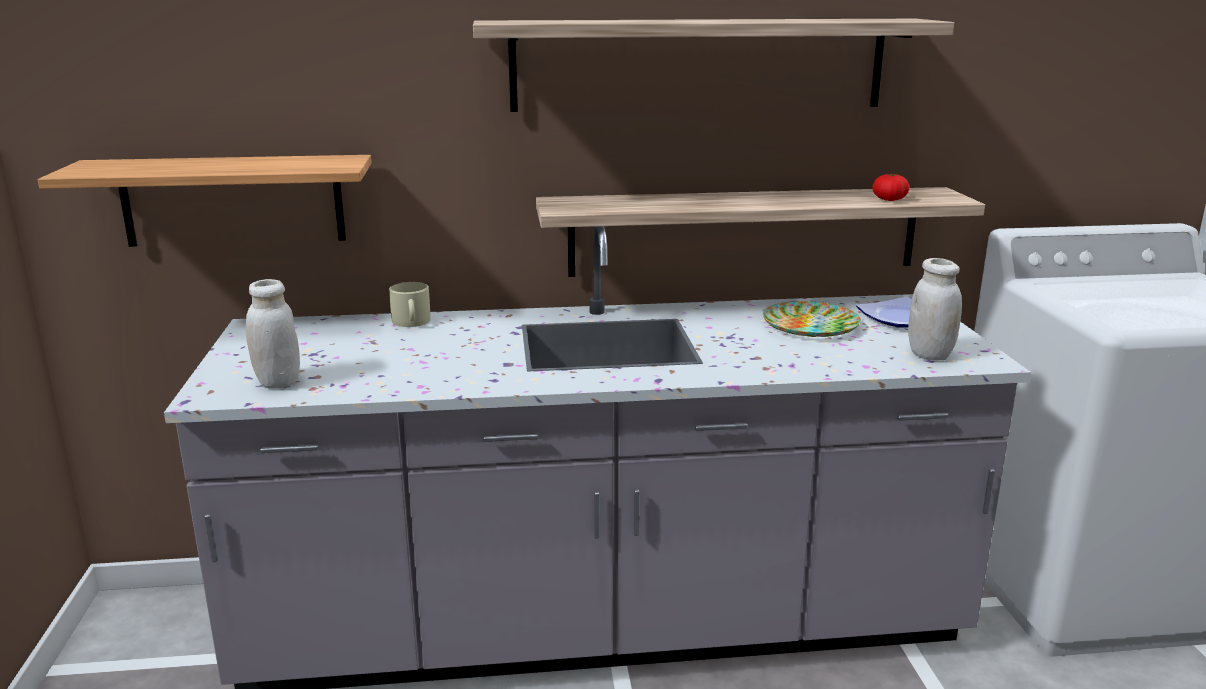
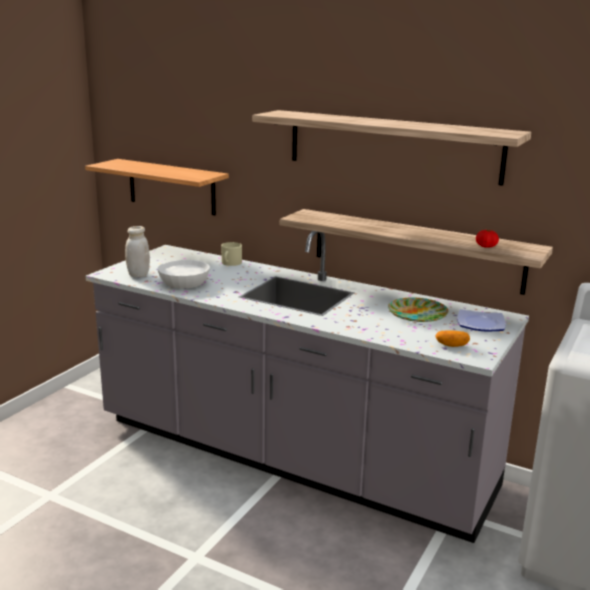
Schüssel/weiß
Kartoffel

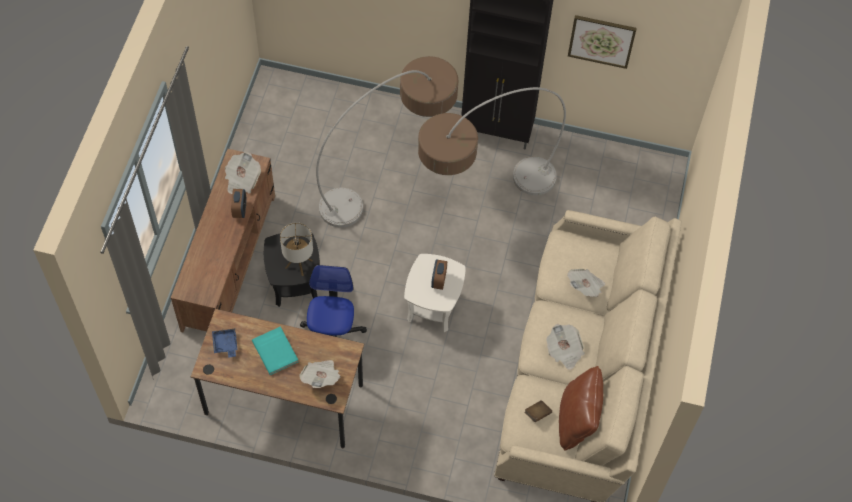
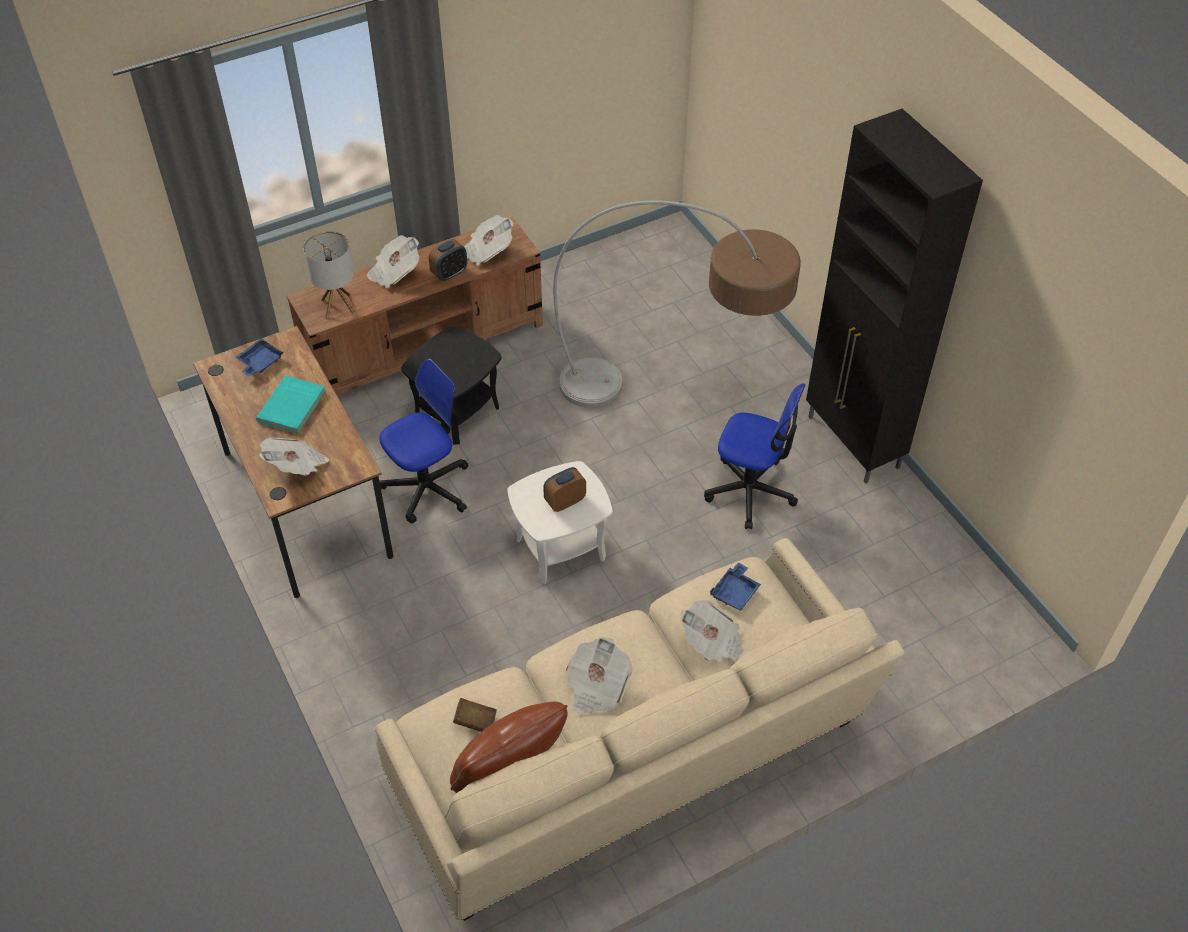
Bild
Zeitung (2nd from left)
Tablett/blau (2nd from left)
Tischlampe
Bürostuhl (2nd from left)

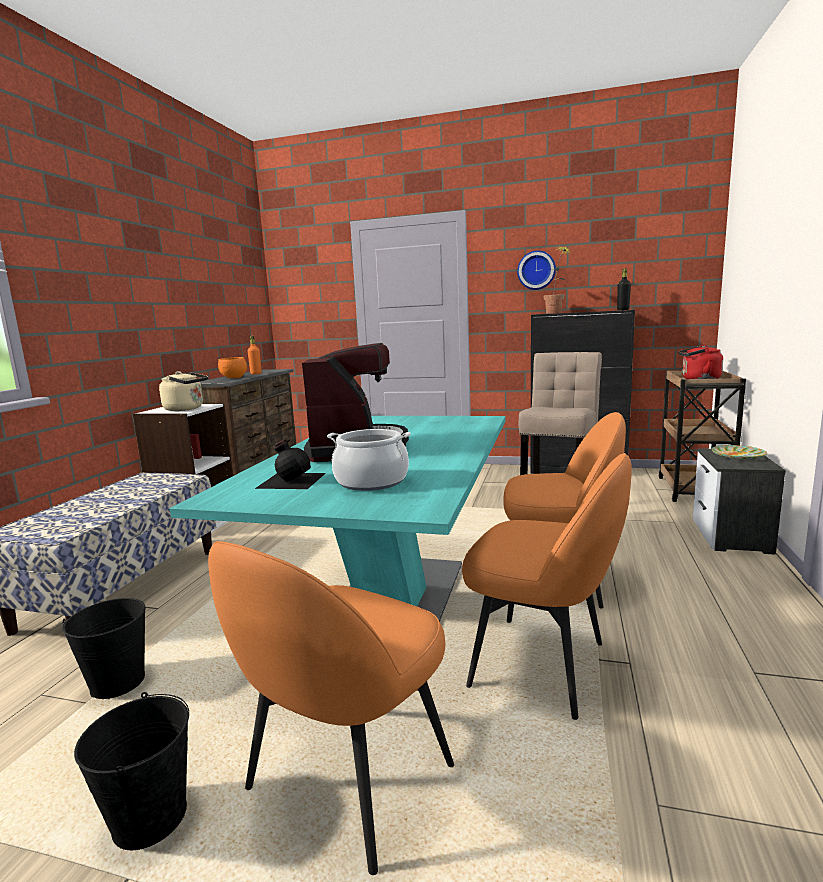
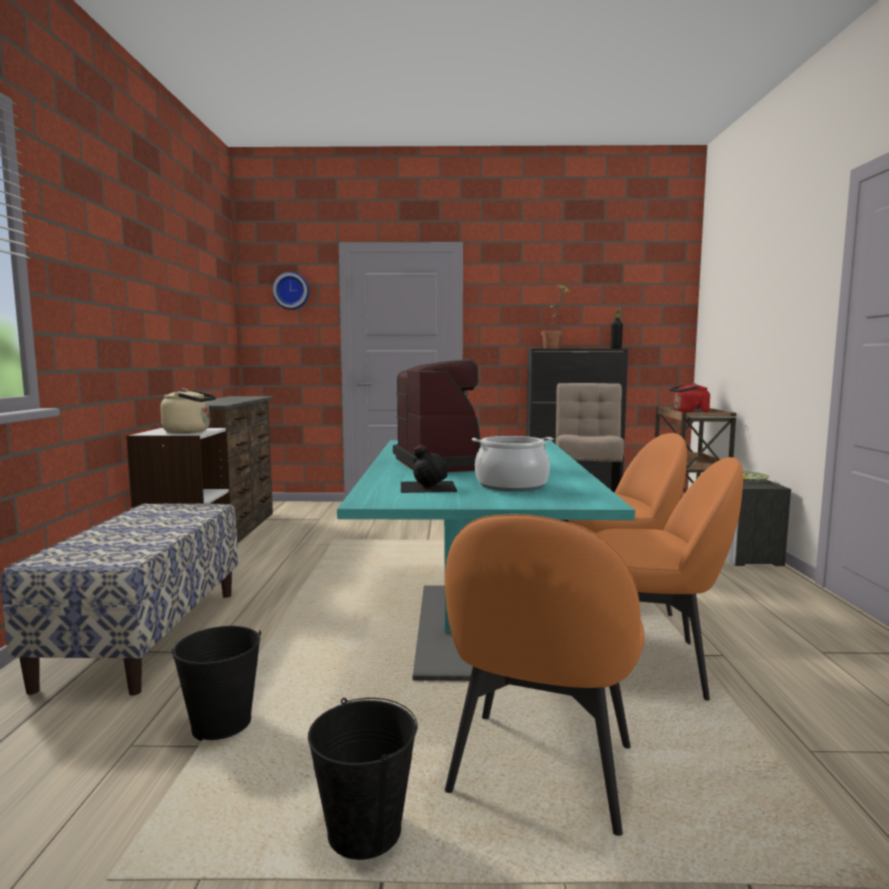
Schüssel/orange
Flasche/orange
Wanduhr

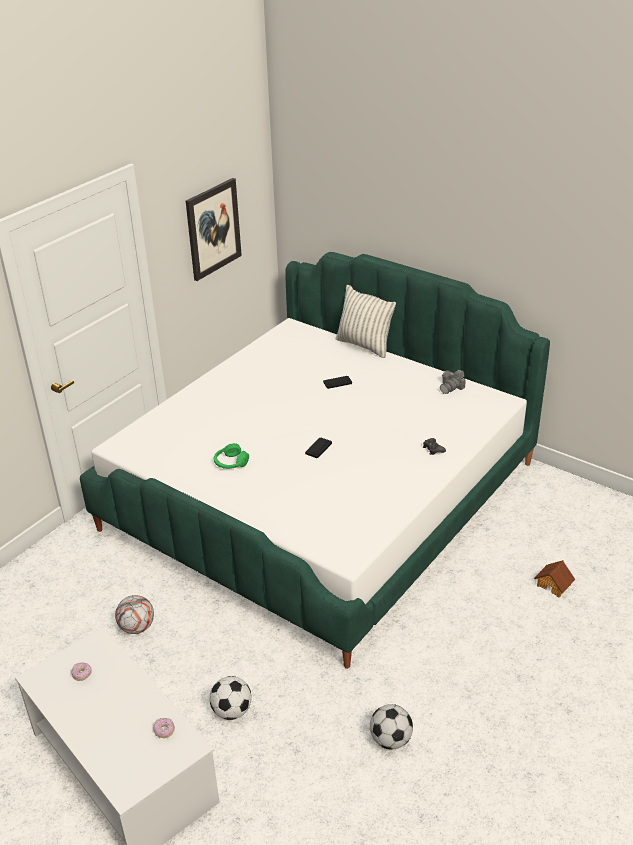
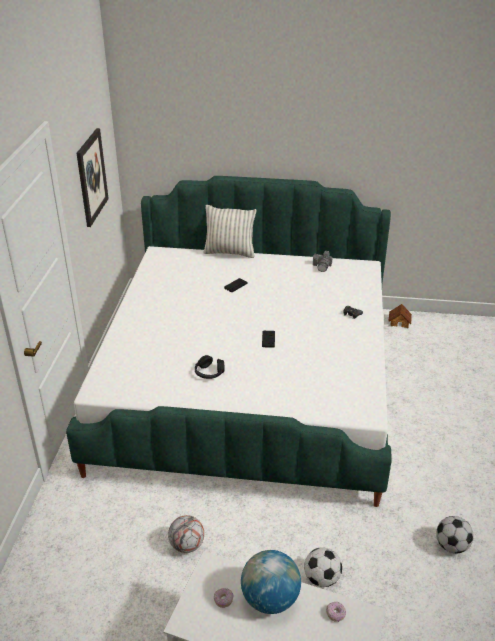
Globus
Spielzeughaus
Kopfhörer/schwarz

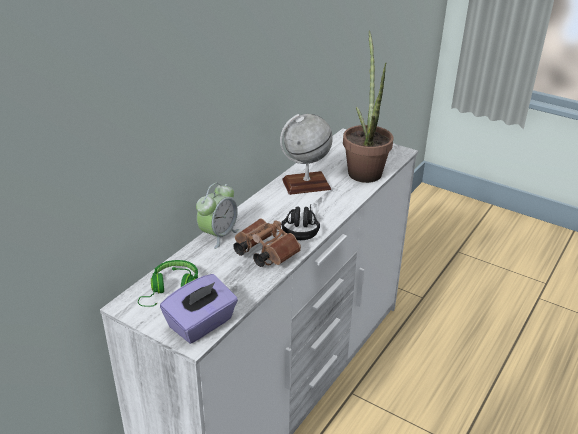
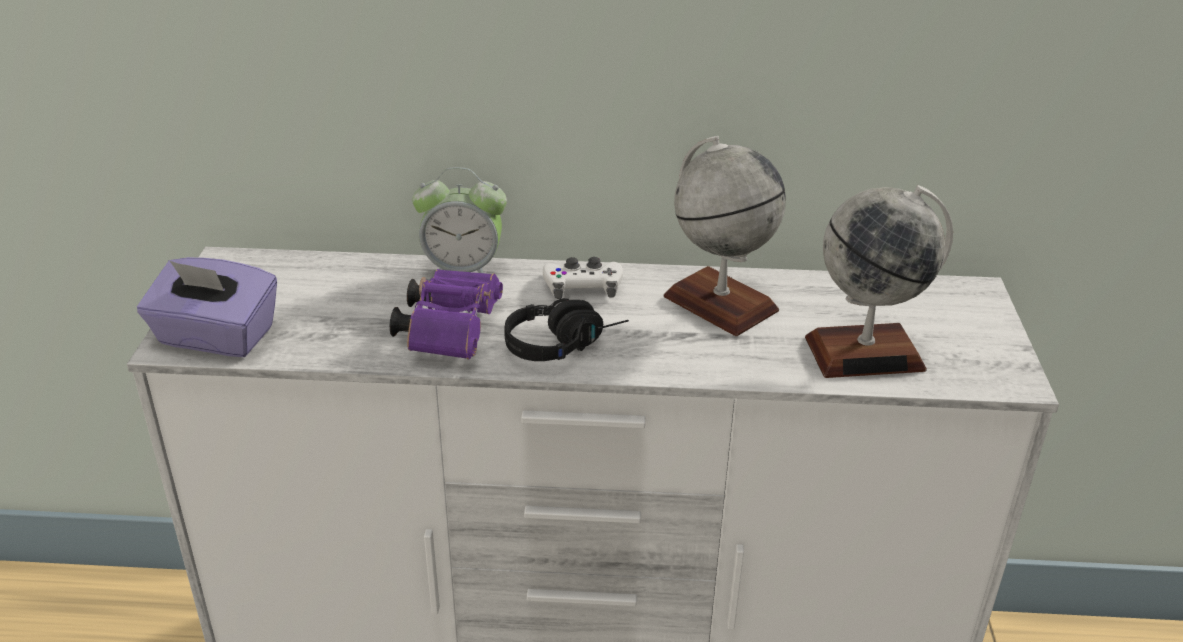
Kopfhörer/grün
Gamepad/weiß
Globus (2nd from left)
Fernglas/lila

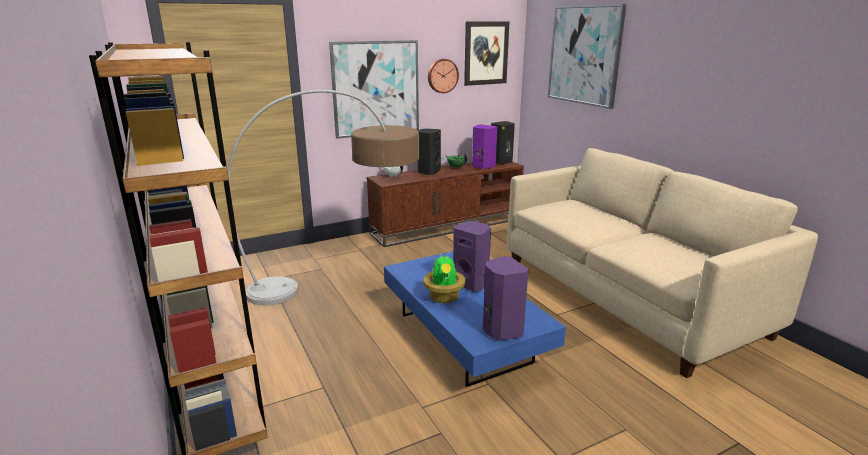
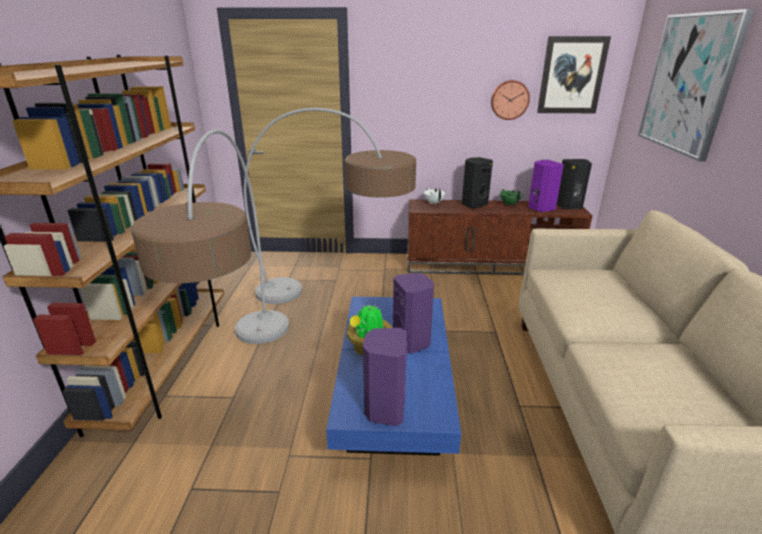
Bild (1st from left in the first image)
Stehlampe (1st from left)

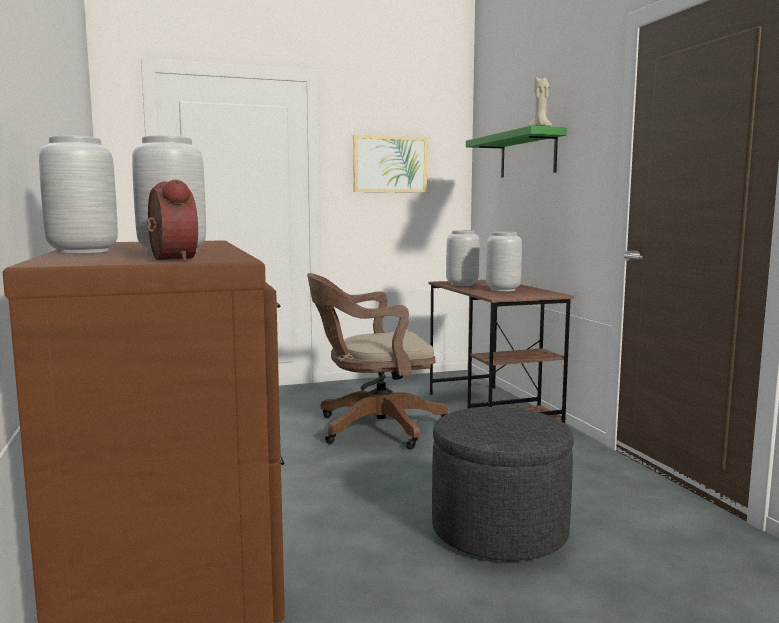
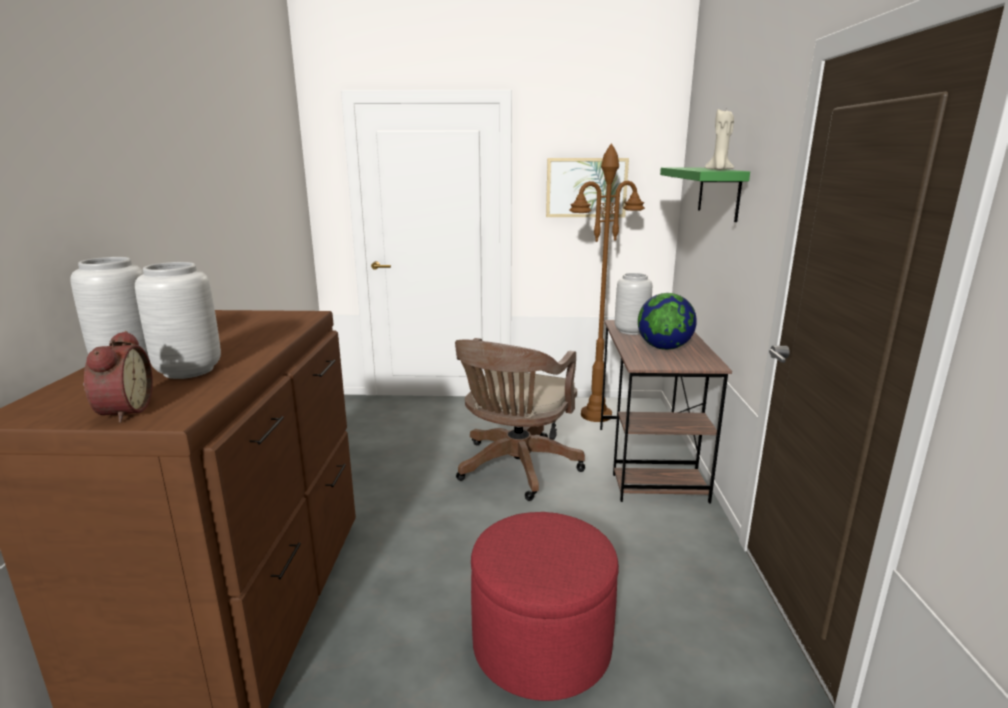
Stehlampe/braun
Globus
Polsterhocker/rot
Bürostuhl/braun

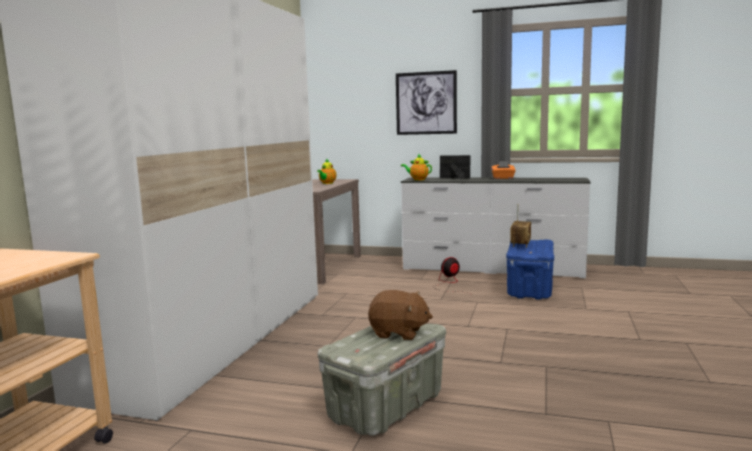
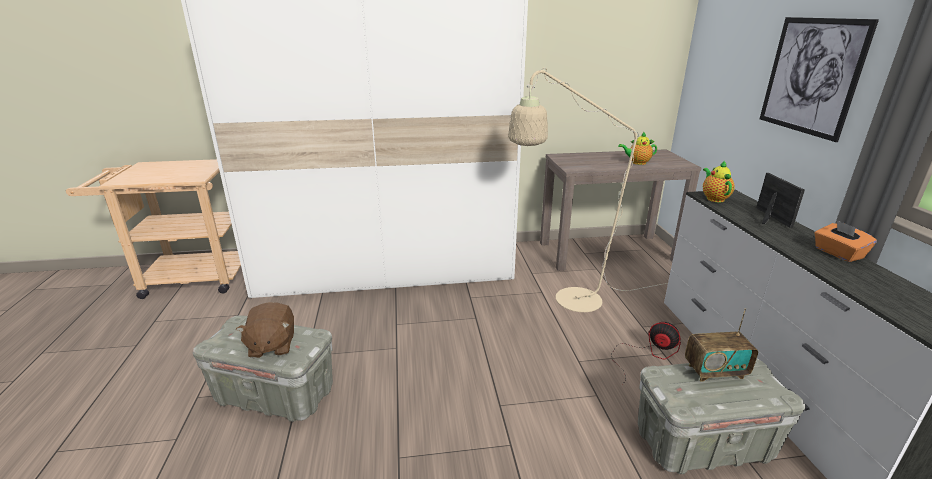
Stehlampe/beige
Aufbewahrungsbox/grau (2nd from left)

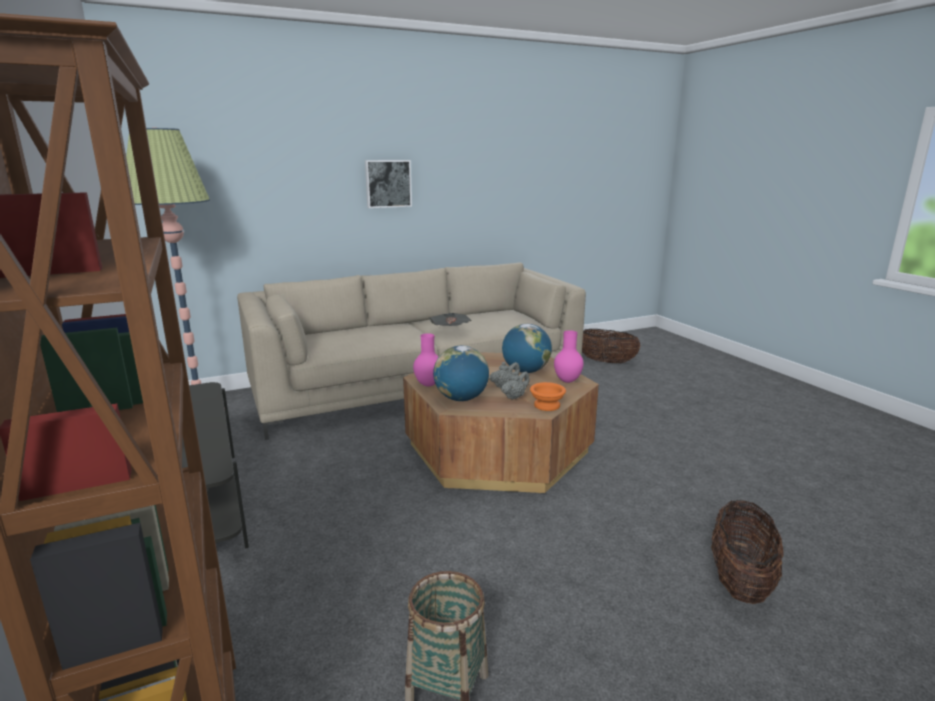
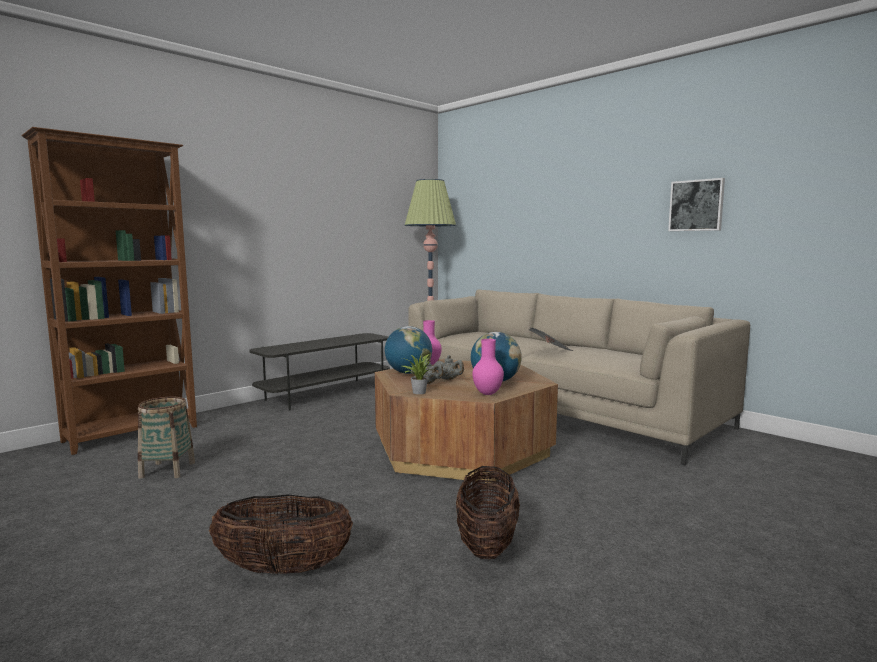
Bild
Korb (3rd from left)
Topfpflanze

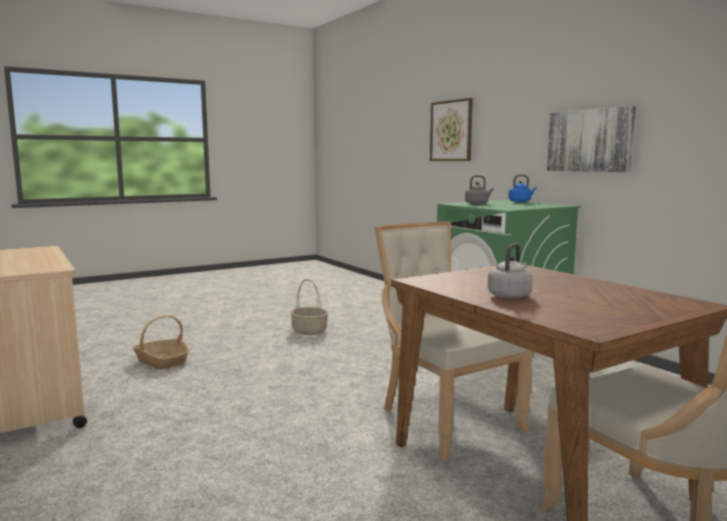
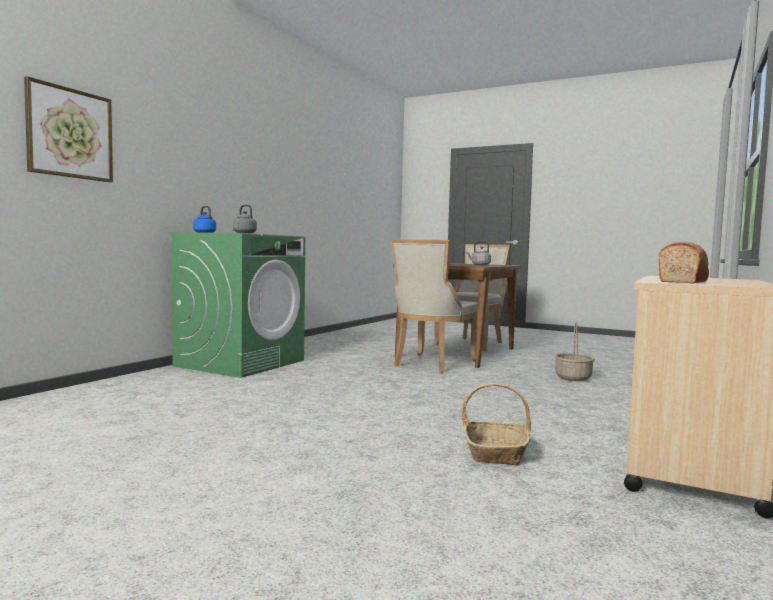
Bild (2nd from left in the first image)
Brot
Korb (2nd from left)

